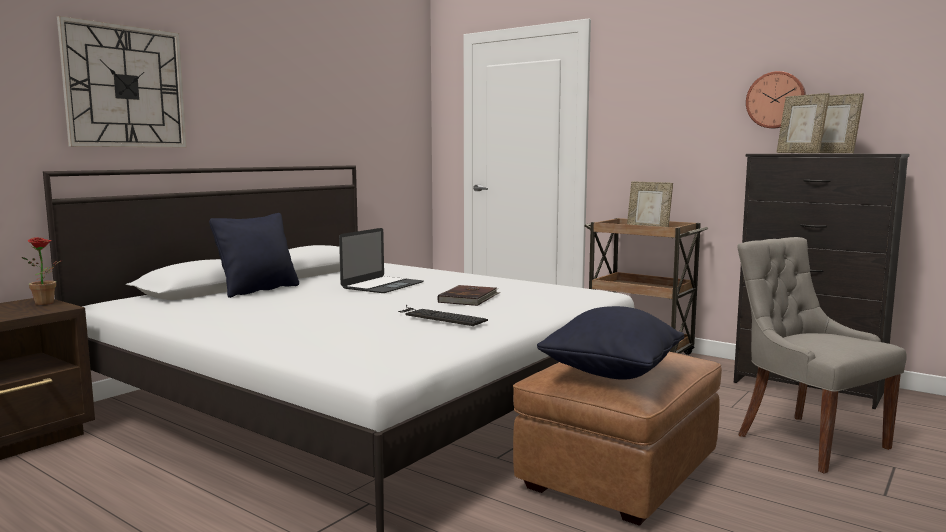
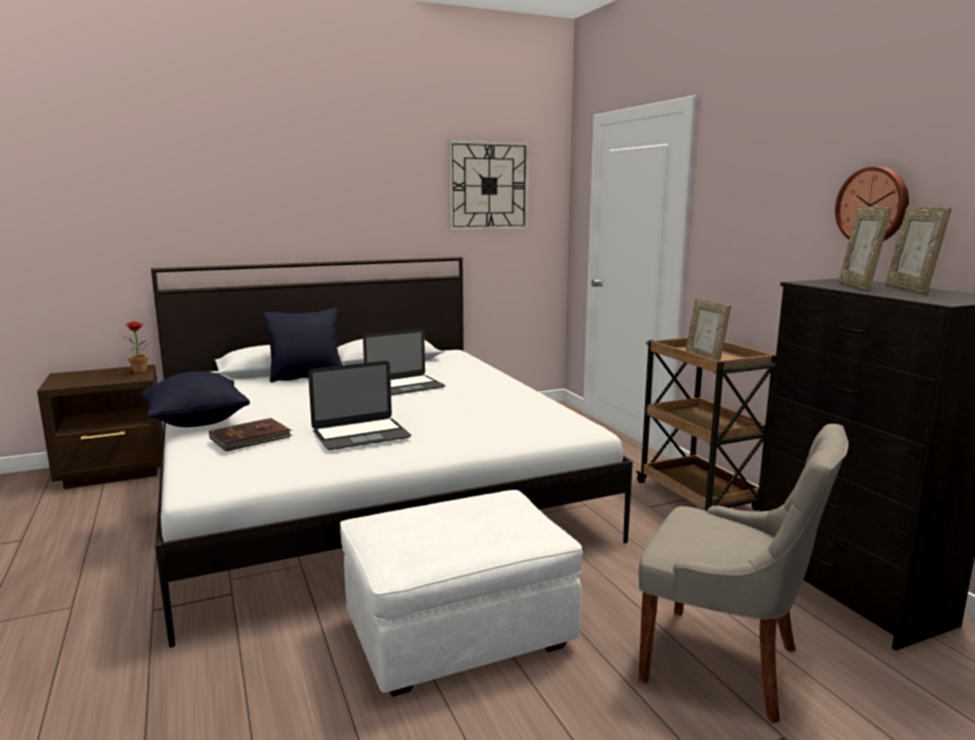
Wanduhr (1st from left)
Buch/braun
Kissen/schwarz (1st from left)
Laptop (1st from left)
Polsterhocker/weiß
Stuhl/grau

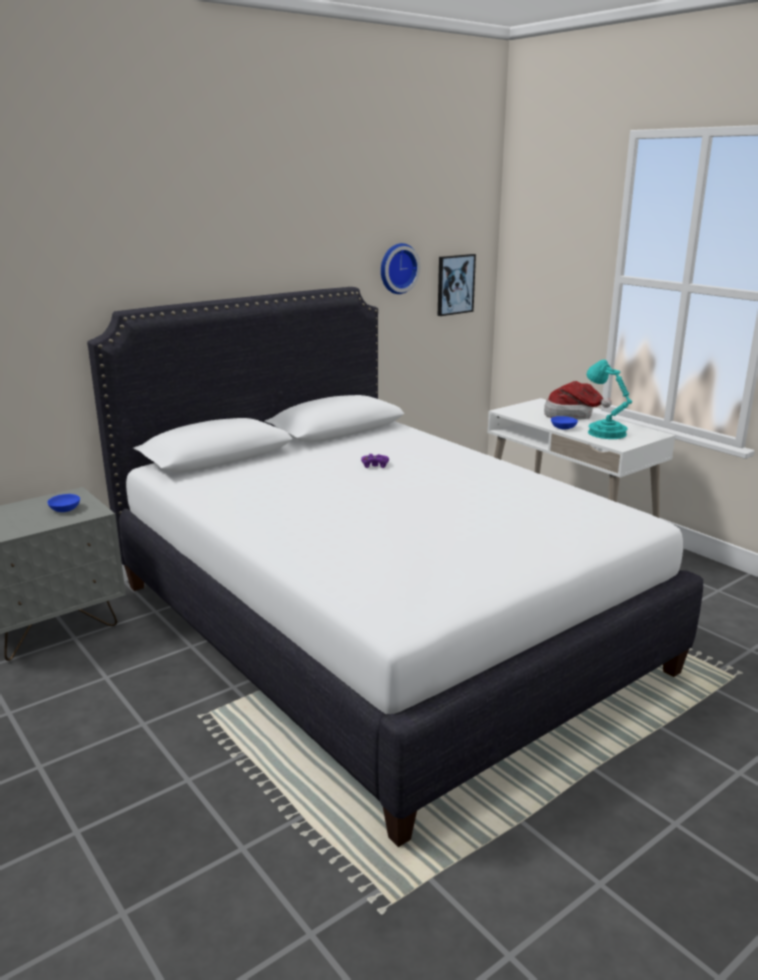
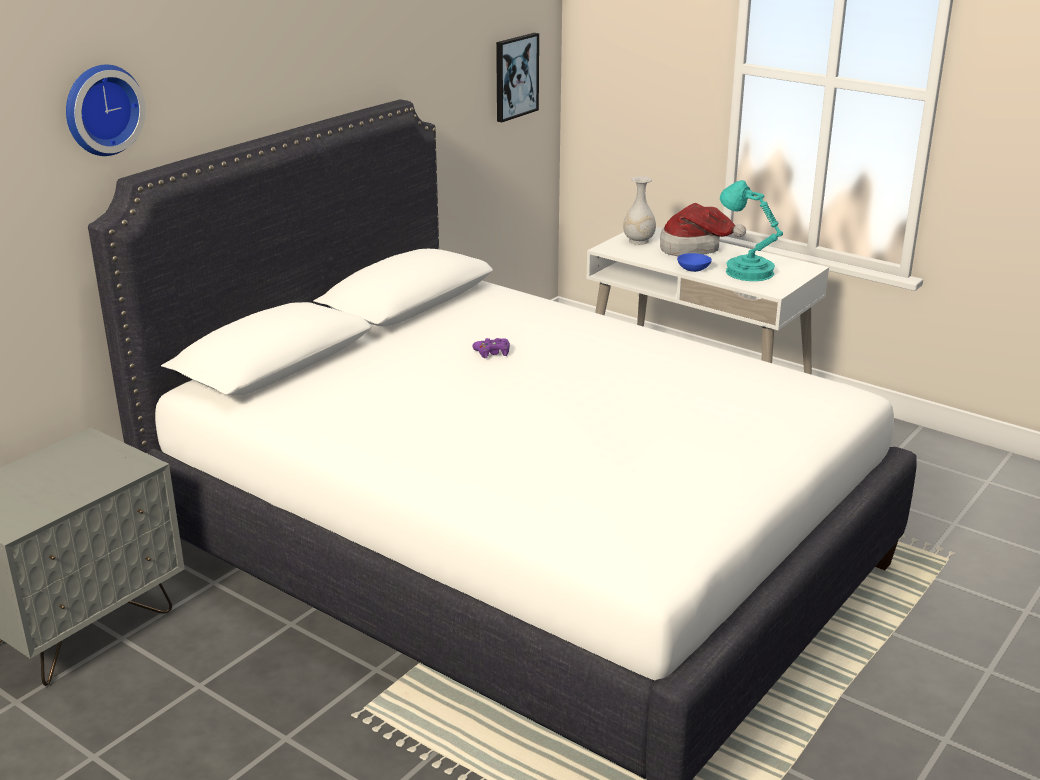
Schüssel/blau (1st from left in the first image)
Vase/weiß
Wanduhr

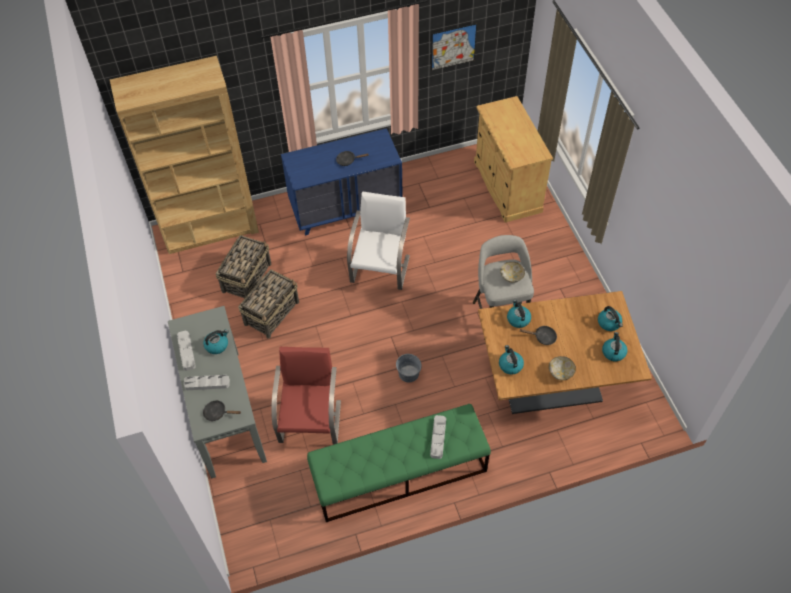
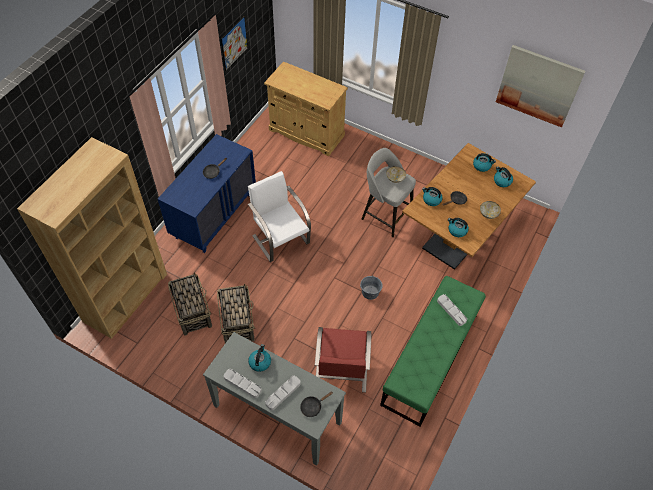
Bild (2nd from left)
Stuhl/rot

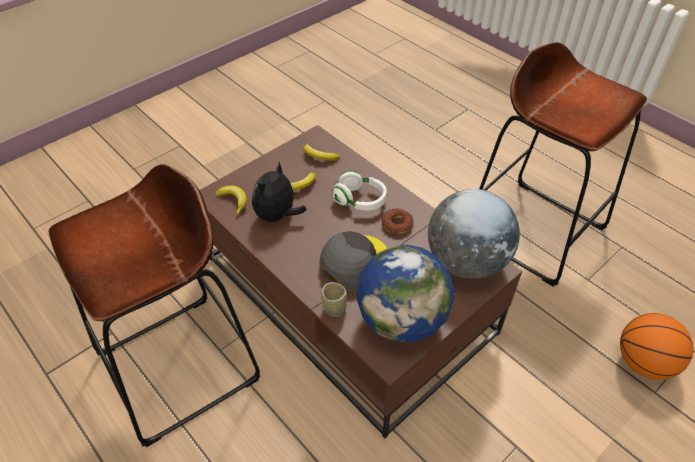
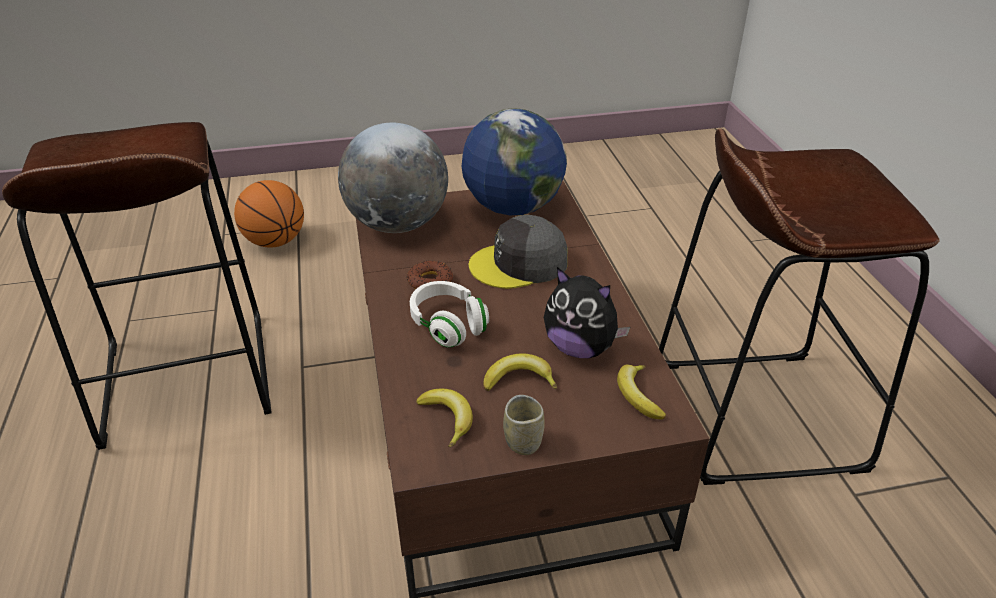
Tasse
Plüschtier

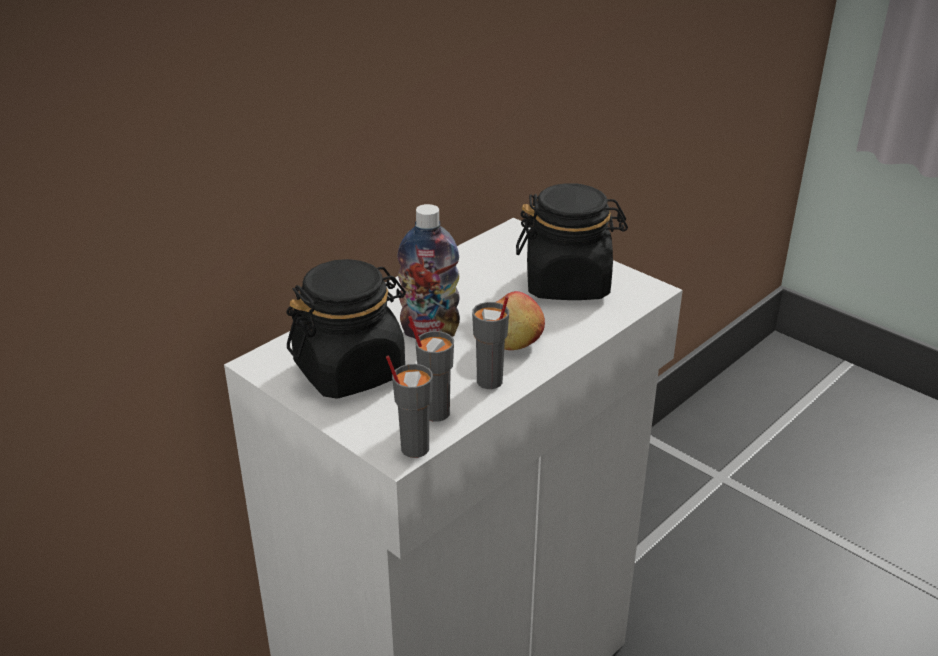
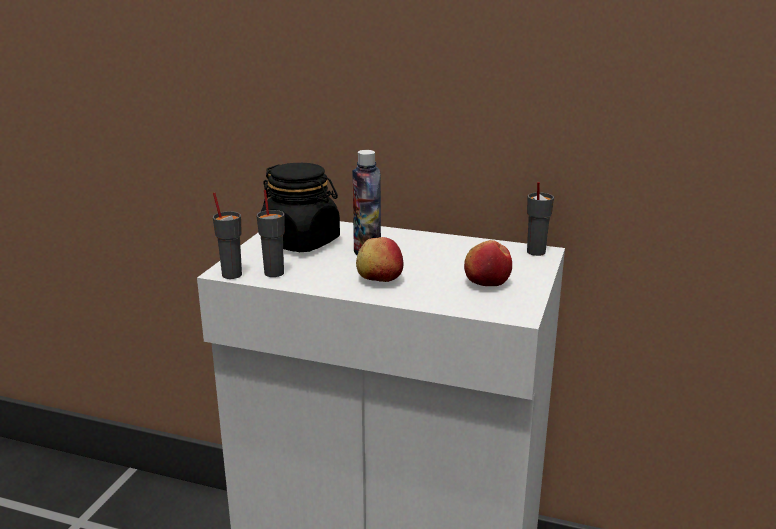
Tasse/grau (3rd from left)
Apfel (2nd from left)

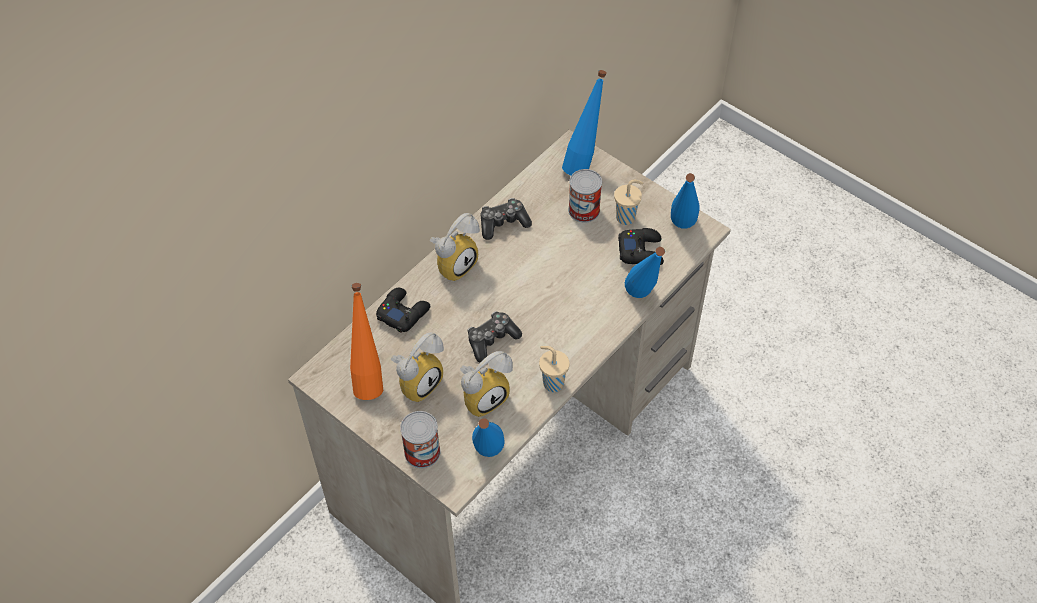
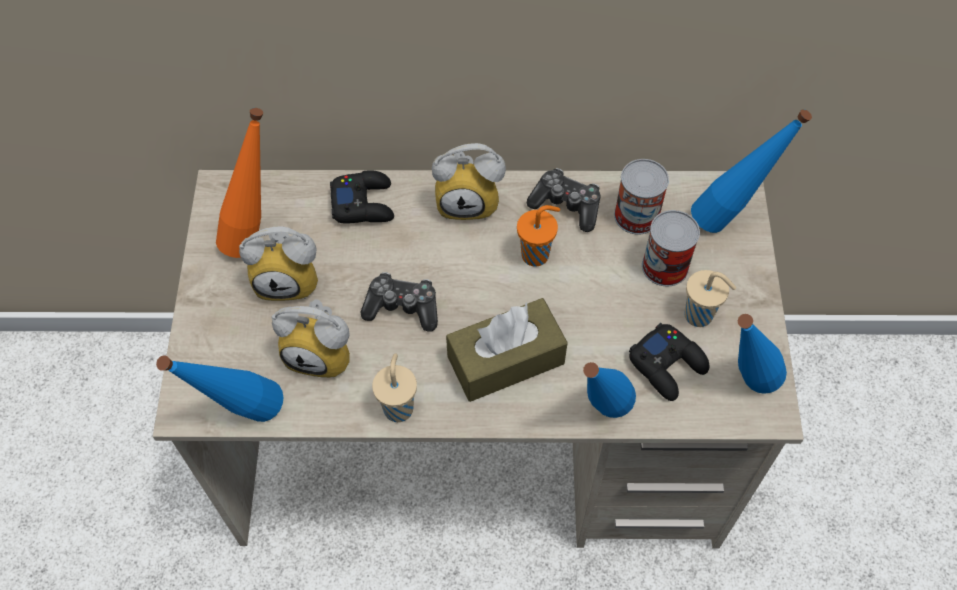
Taschentuchbox/braun
Tasse/orange
Dose (1st from left)

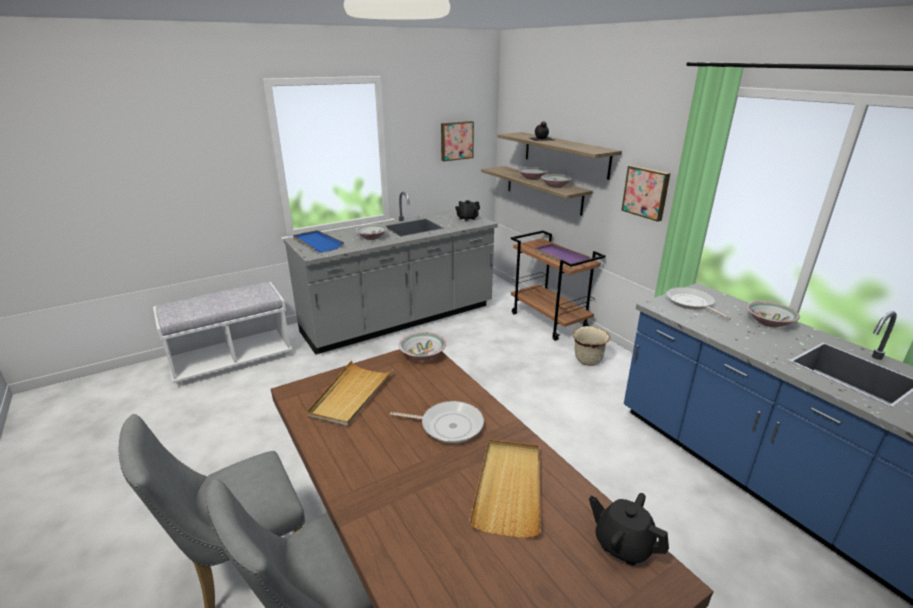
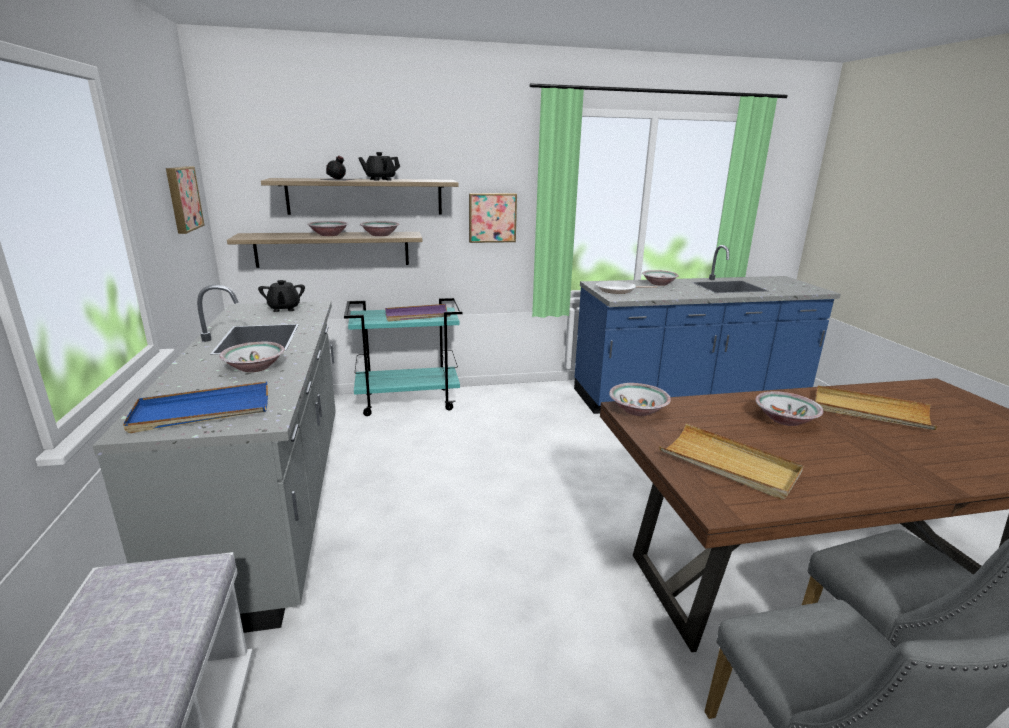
Pflanzkübel/beige
Teekanne/schwarz (2nd from left)
Schüssel (6th from left)
Rollwagen/türkis

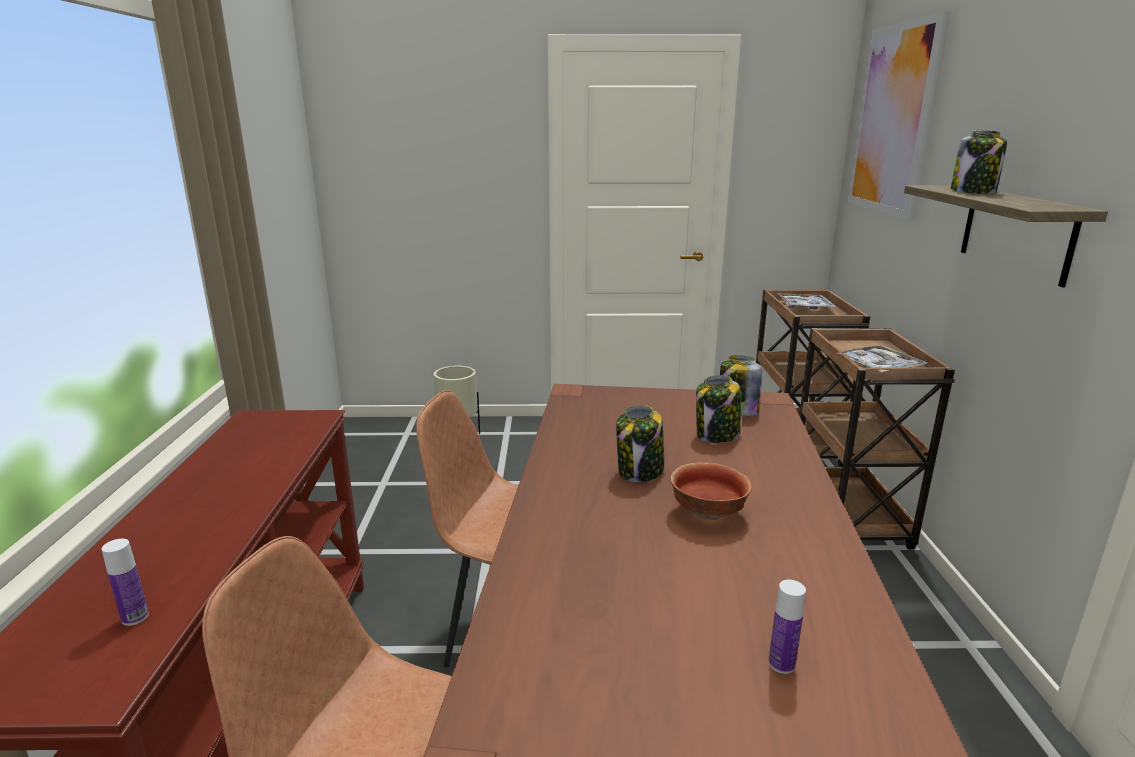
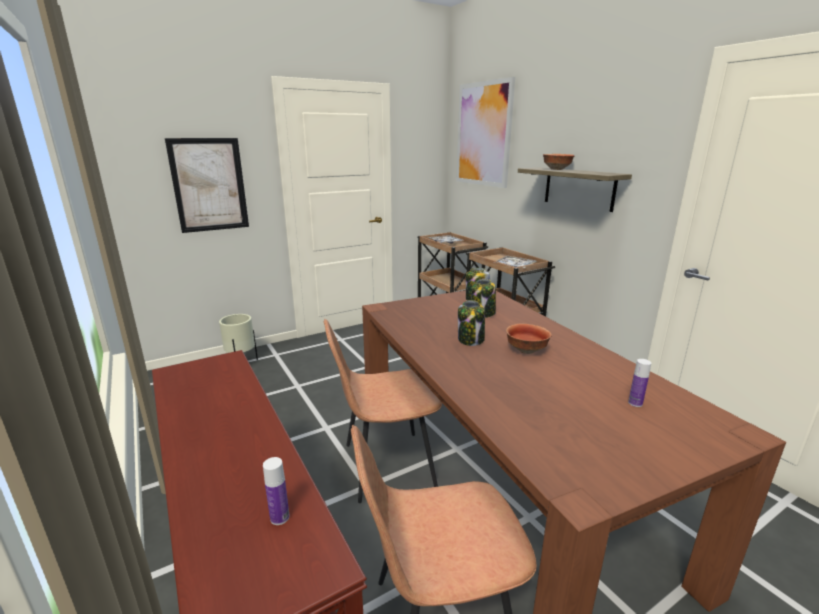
Bild (1st from left)
Schüssel (2nd from left)

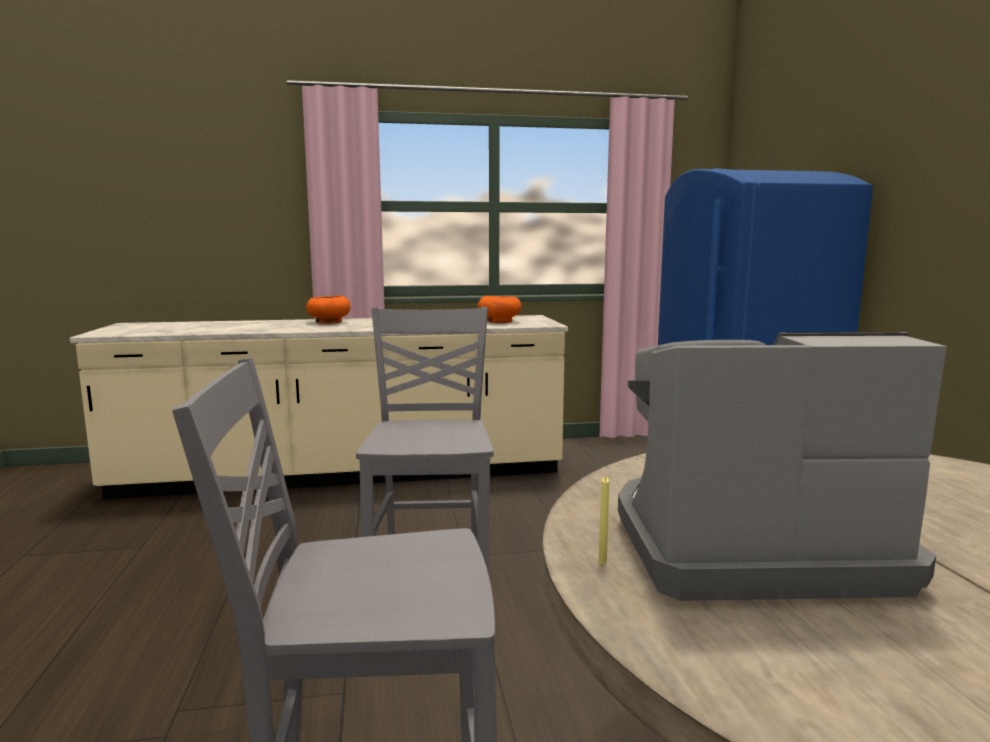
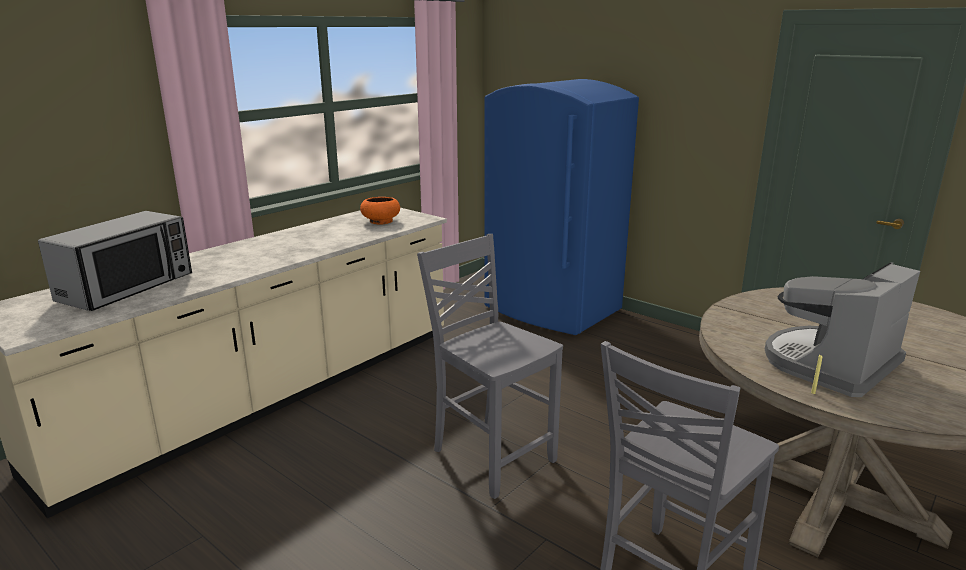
Schüssel/orange (1st from left in the first image)
Mikrowelle

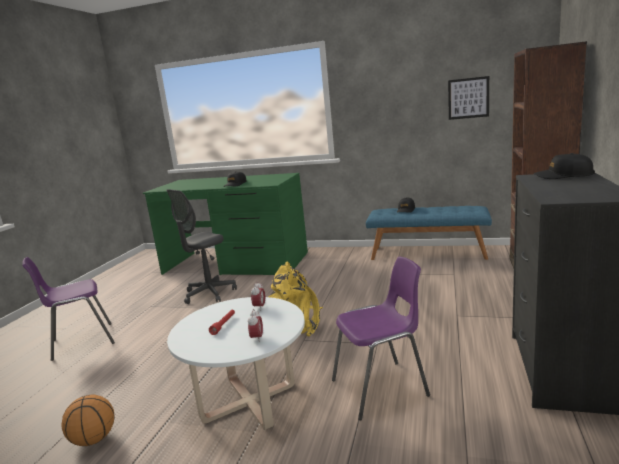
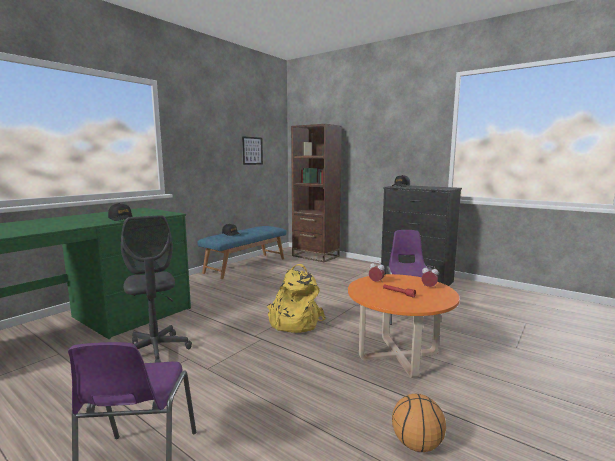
Couchtisch/orange

